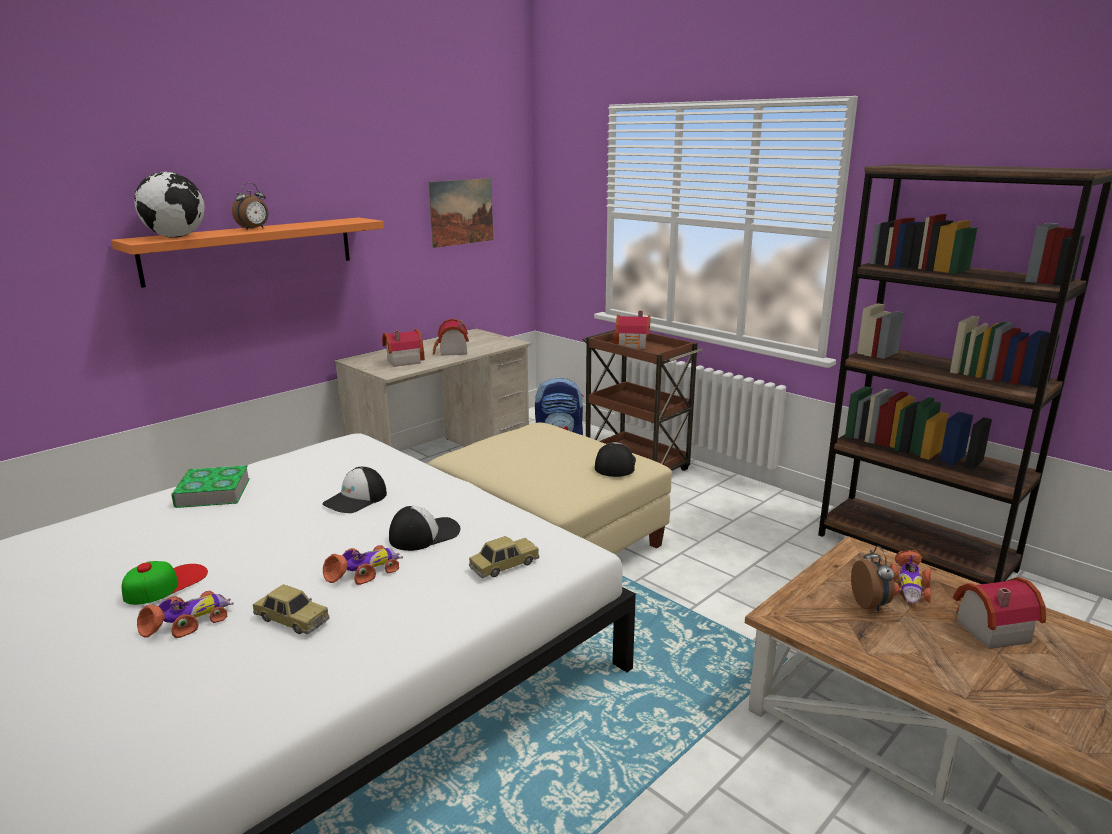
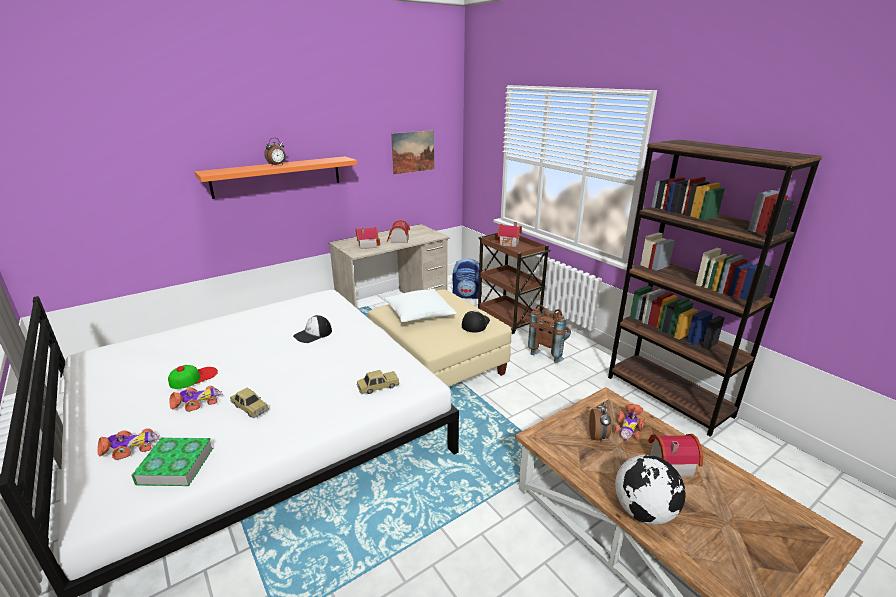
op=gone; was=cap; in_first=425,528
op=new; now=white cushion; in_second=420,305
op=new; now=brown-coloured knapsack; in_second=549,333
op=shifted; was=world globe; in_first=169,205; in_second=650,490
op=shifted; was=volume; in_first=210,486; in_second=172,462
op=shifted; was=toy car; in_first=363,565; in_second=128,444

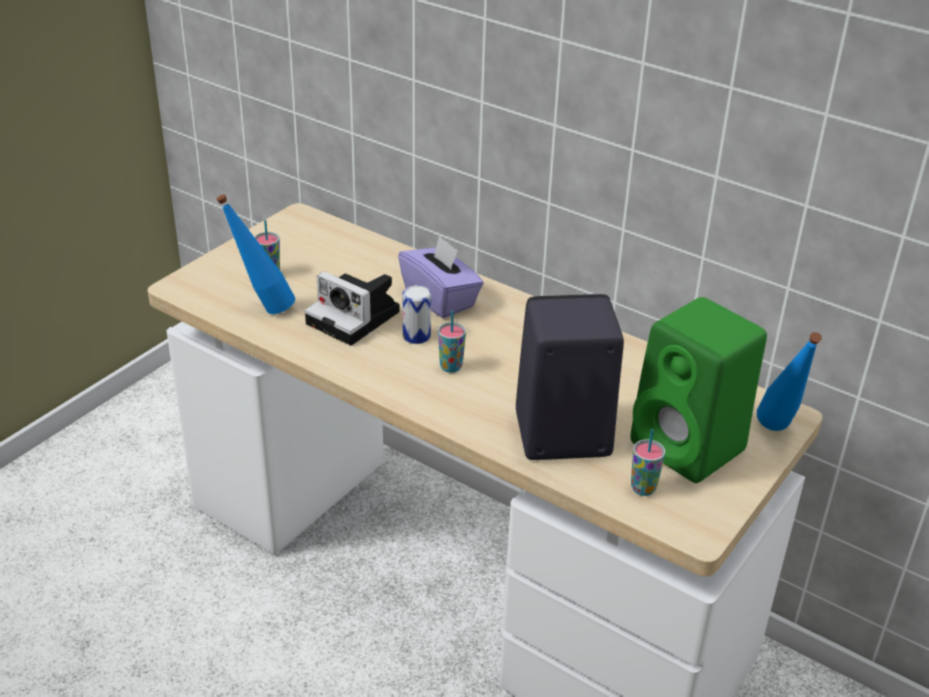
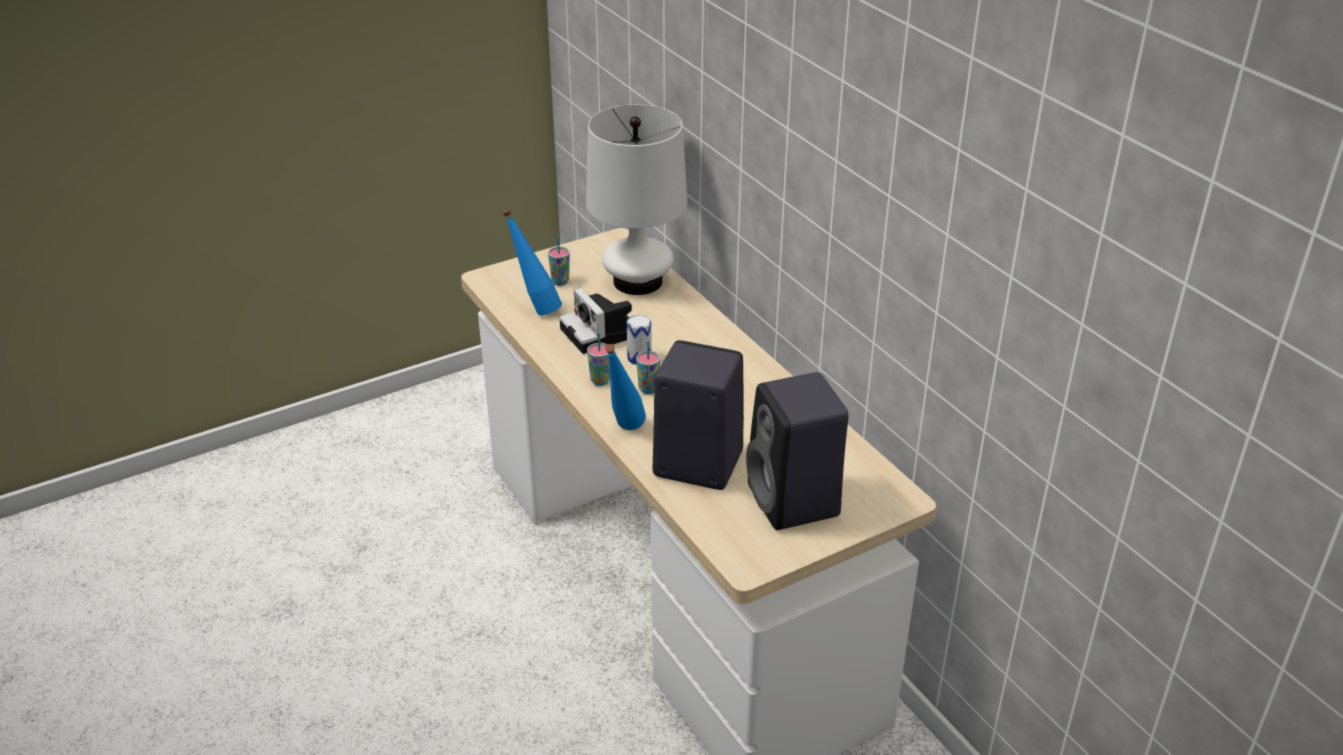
op=gone; was=purplish tissue box; in_first=441,276
op=new; now=white table lamp; in_second=636,200
op=shifted; was=cup; in_first=648,462; in_second=598,359
op=shifted; was=blue-coloured beverage bottle; in_first=789,381; in_second=625,387
op=repainted; was=greenish loudspeaker; now=black loudspeaker; in_first=698,390; in_second=797,451

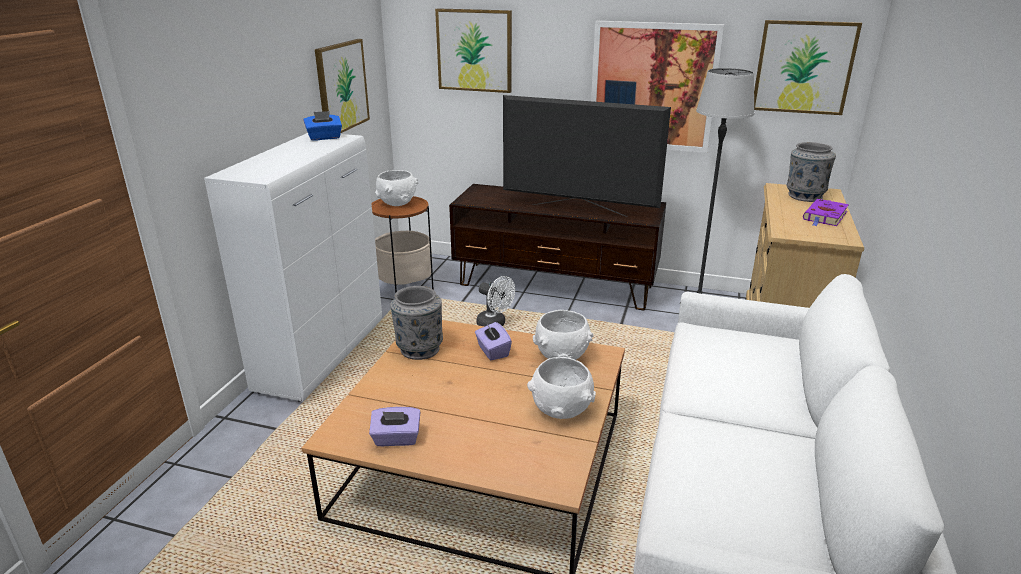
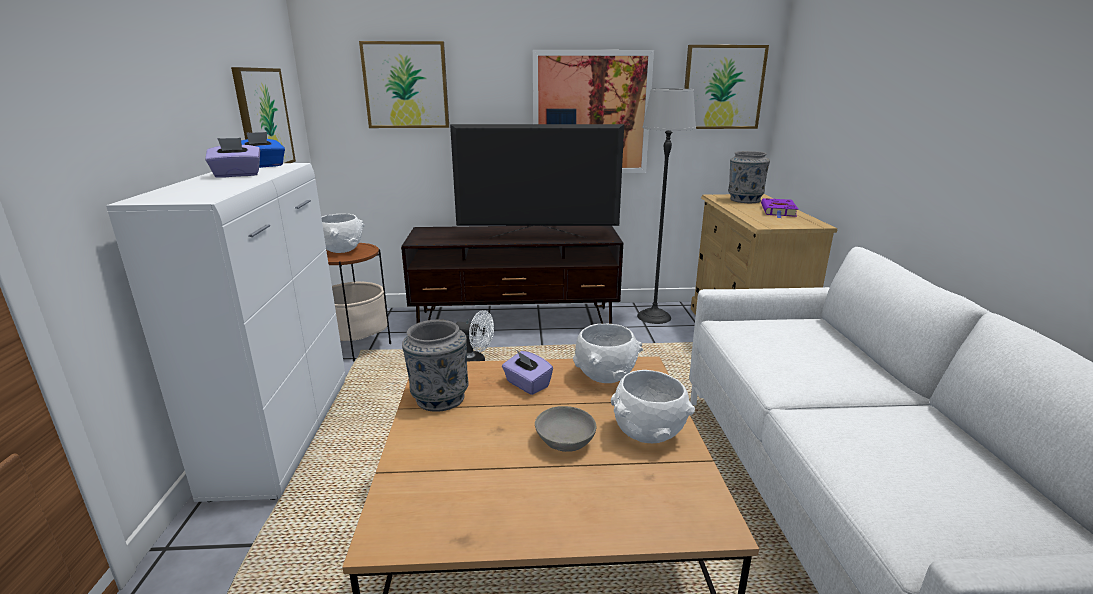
op=new; now=greyish serving bowl; in_second=565,429
op=shifted; was=purplish tissue box; in_first=394,426; in_second=232,158

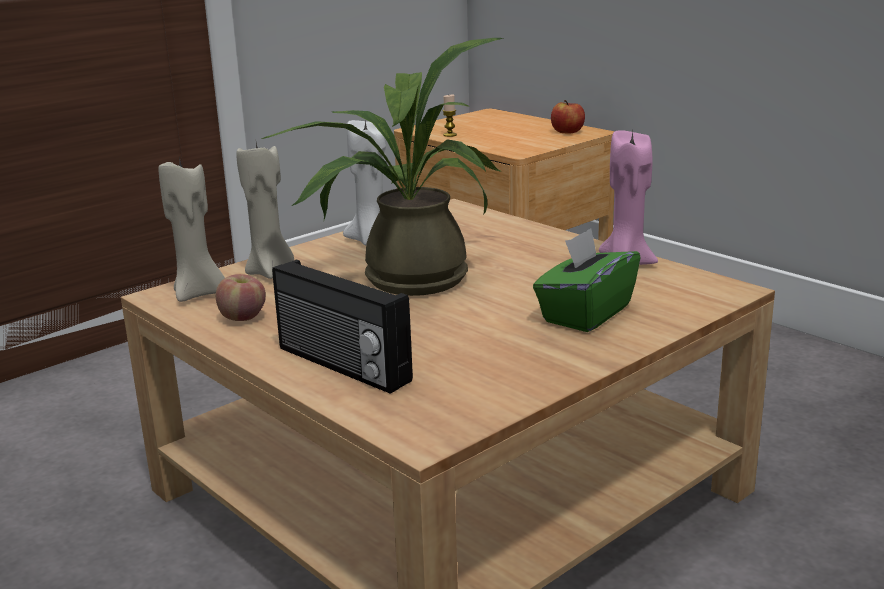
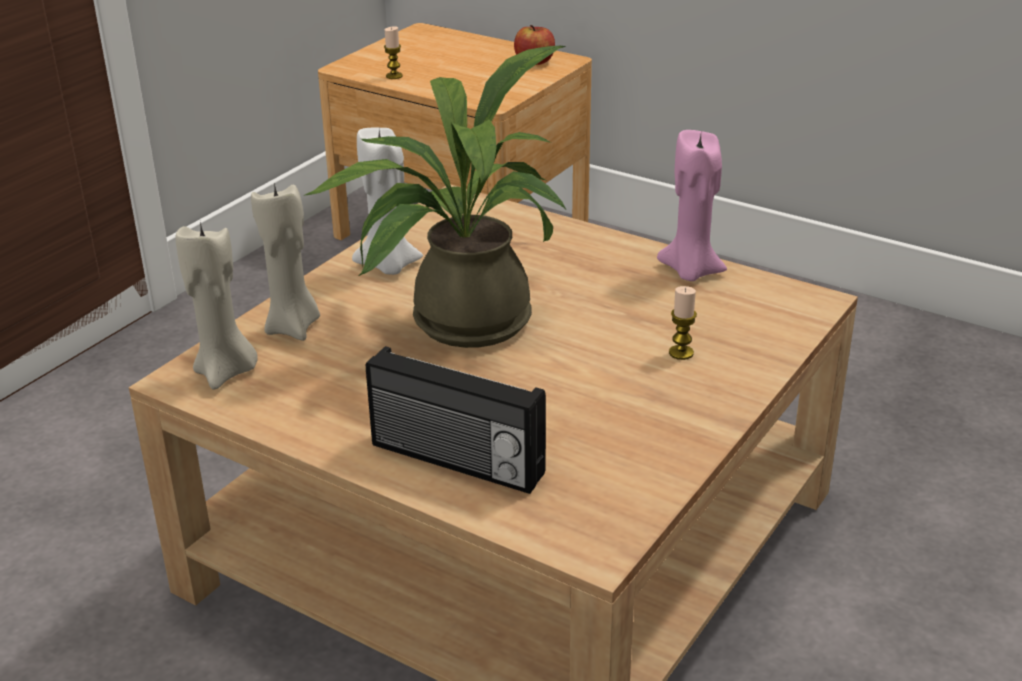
op=gone; was=apple; in_first=241,297
op=swapped; was=greenish tissue box; now=wax light; in_first=587,280; in_second=683,323

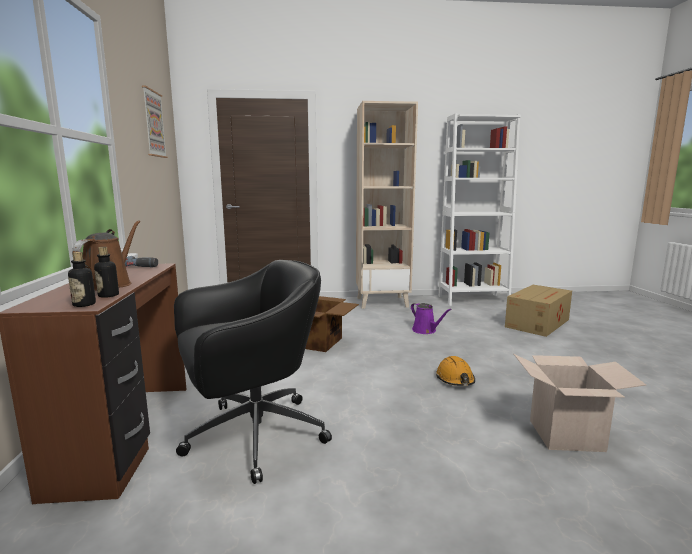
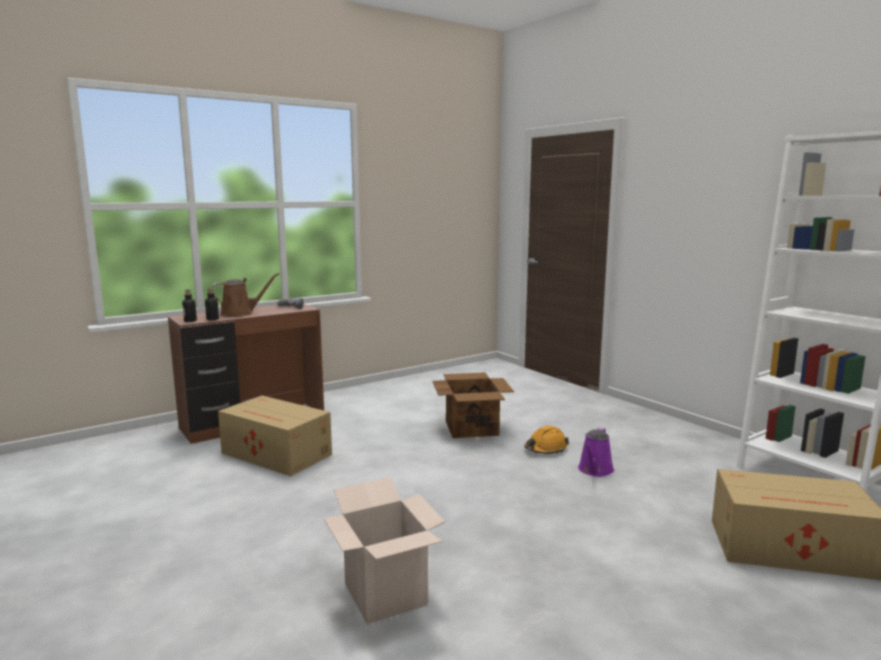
op=gone; was=wall picture; in_first=155,121
op=gone; was=beige shelving unit; in_first=387,205
op=shifted; was=orangey hard hat; in_first=455,371; in_second=546,440
op=swapped; was=black desk chair; now=cardboard box; in_first=253,372; in_second=275,436

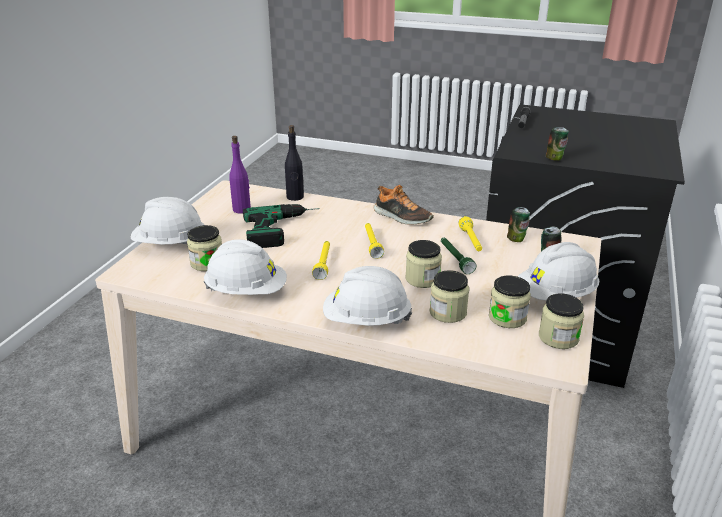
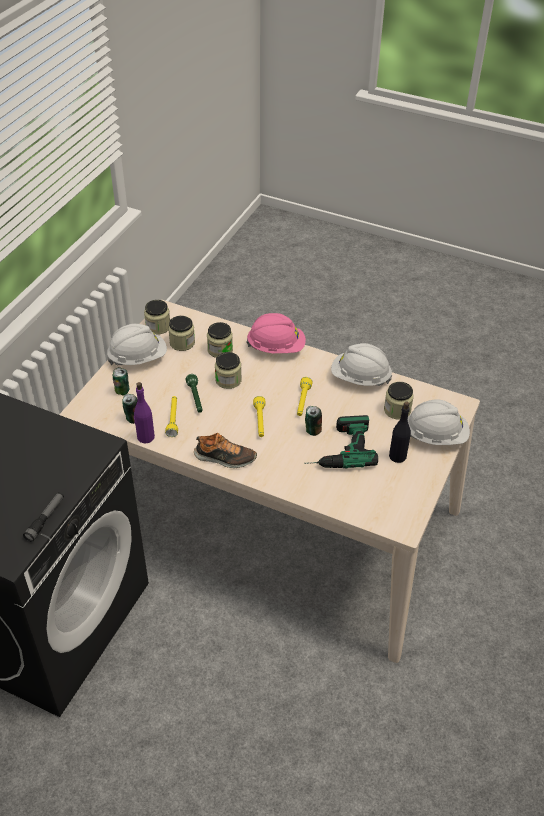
op=shifted; was=purplish beverage bottle; in_first=240,175; in_second=144,412
op=shifted; was=black beverage bottle; in_first=294,163; in_second=400,432
op=shifted; was=can; in_first=557,144; in_second=313,421
op=repainted; was=white hard hat; now=pink-coloured hard hat; in_first=367,296; in_second=276,333
op=rotated; was=low shoe; in_first=404,205; in_second=225,450; clockwise=150

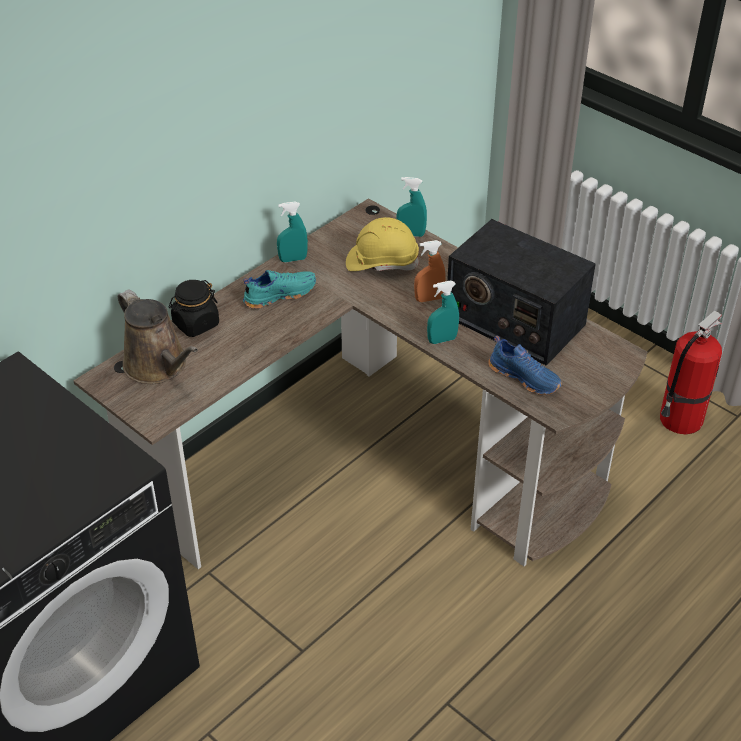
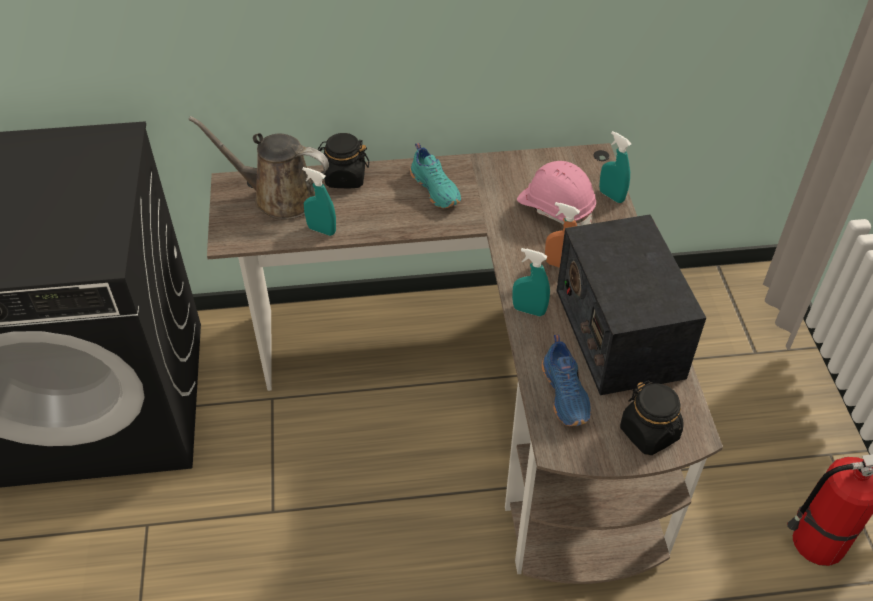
op=new; now=black preserve jar; in_second=652,417
op=shifted; was=blue-green spray bottle; in_first=292,232; in_second=319,201
op=repainted; was=yellow-coloured hard hat; now=pink-coloured hard hat; in_first=382,244; in_second=556,193
op=rotated; was=brown-coloured sprinkling can; in_first=158,336; in_second=258,168; clockwise=105
op=rotated; was=blue-green low shoe; in_first=279,289; in_second=435,175; clockwise=45

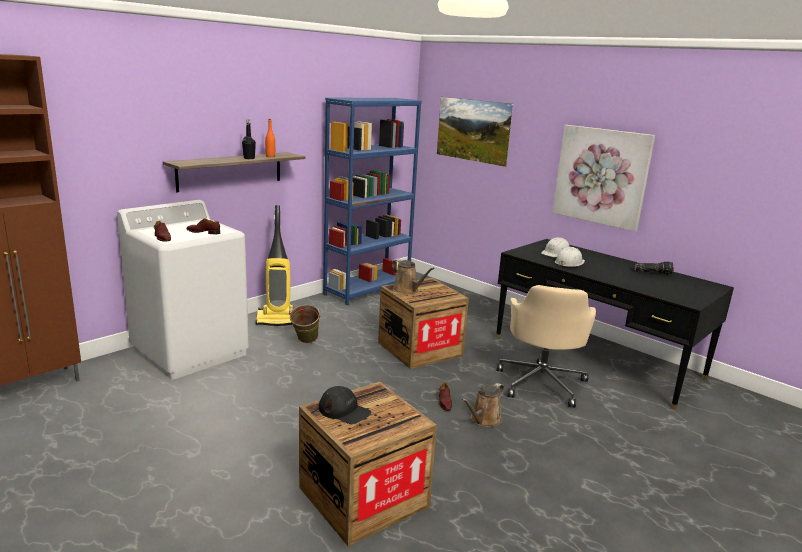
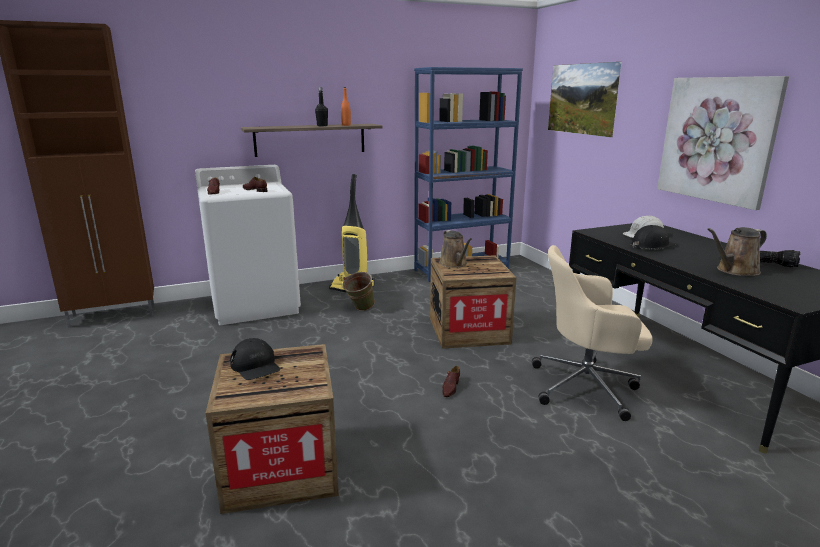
op=shifted; was=brown-coloured sprinkling can; in_first=483,405; in_second=737,251
op=repainted; was=white hard hat; now=black hard hat; in_first=570,257; in_second=653,237
op=rotated; was=beige desk chair; in_first=546,346; in_second=592,333; clockwise=60

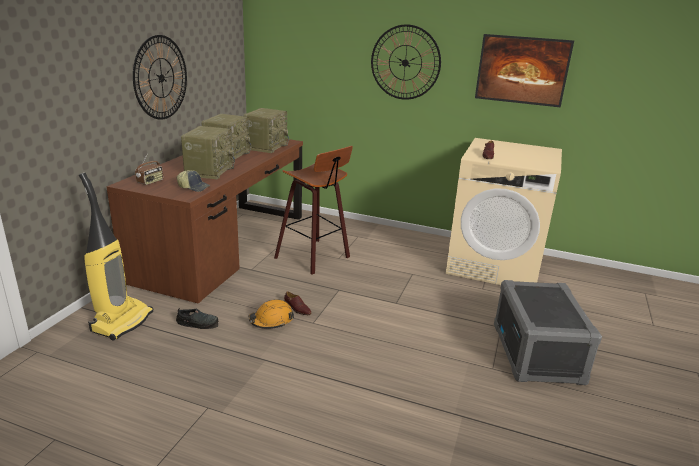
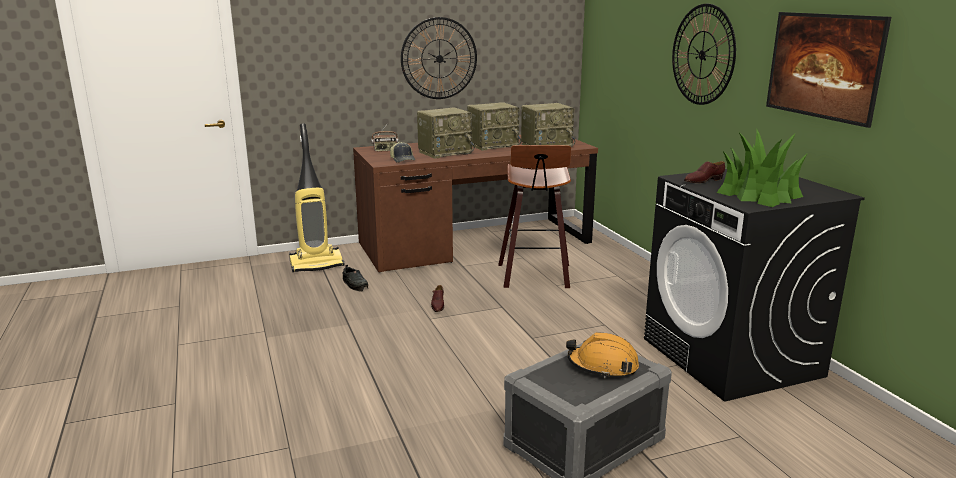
op=new; now=potted plant; in_second=762,168
op=shifted; was=orangey hard hat; in_first=271,314; in_second=602,355
op=repainted; was=beige laundry appliance; now=black laundry appliance; in_first=504,211; in_second=754,285

